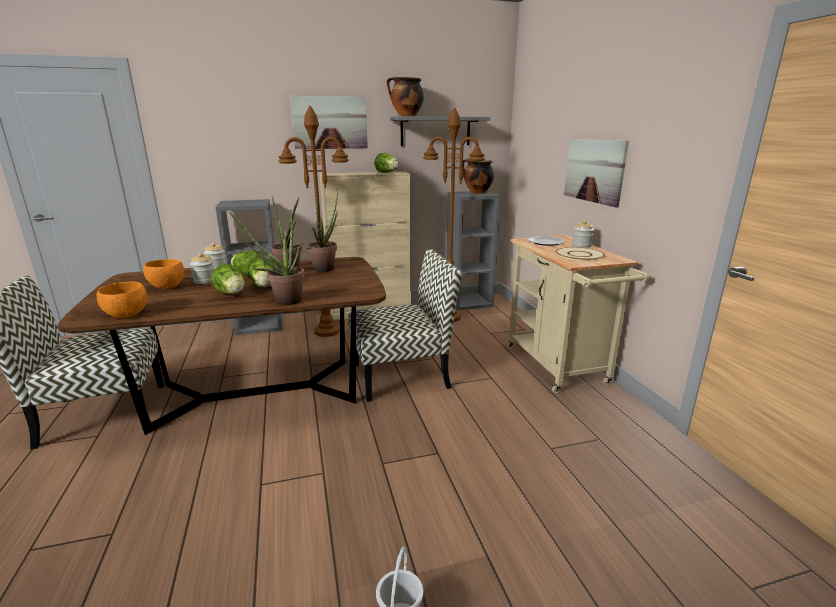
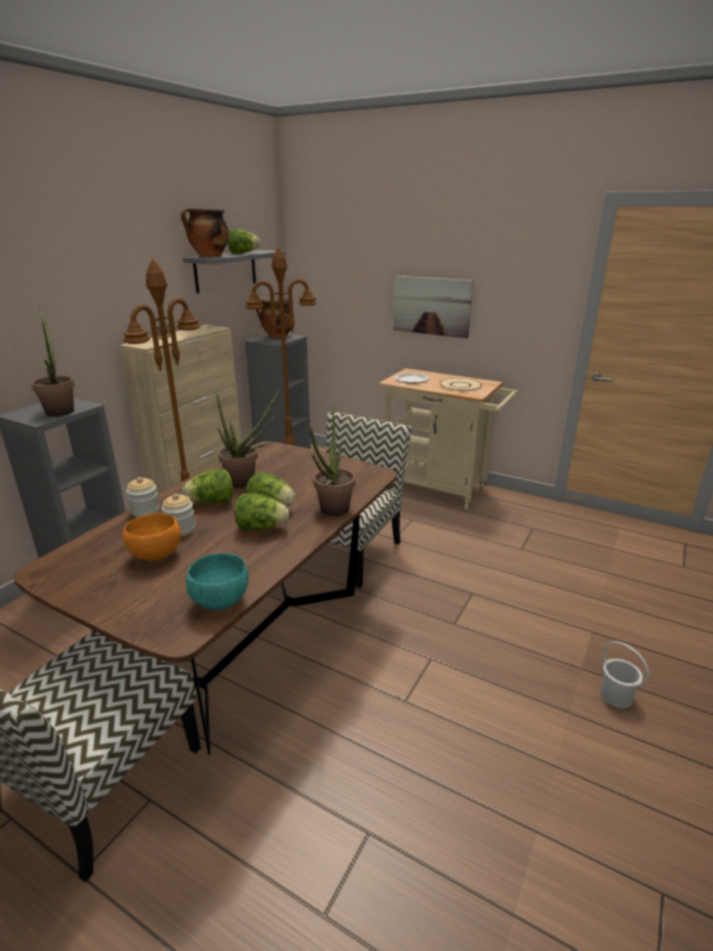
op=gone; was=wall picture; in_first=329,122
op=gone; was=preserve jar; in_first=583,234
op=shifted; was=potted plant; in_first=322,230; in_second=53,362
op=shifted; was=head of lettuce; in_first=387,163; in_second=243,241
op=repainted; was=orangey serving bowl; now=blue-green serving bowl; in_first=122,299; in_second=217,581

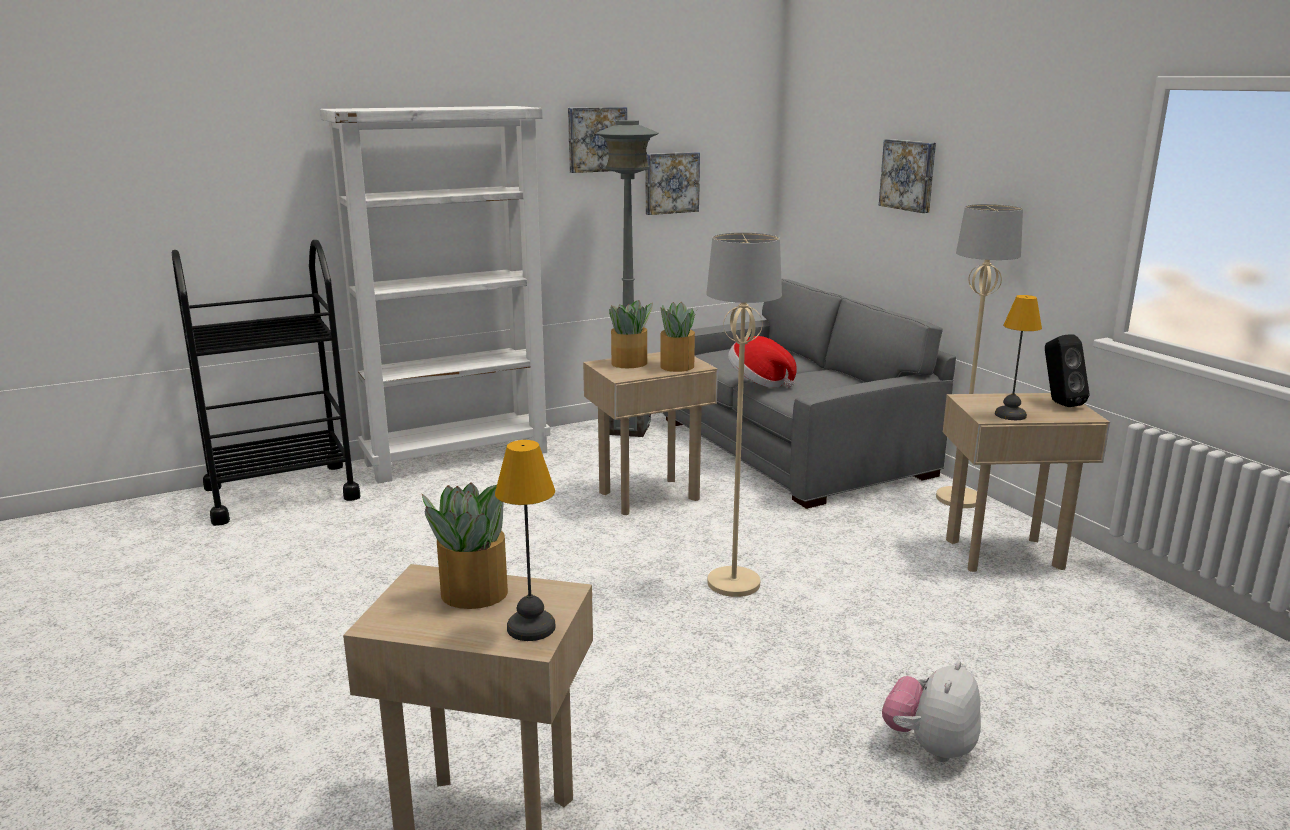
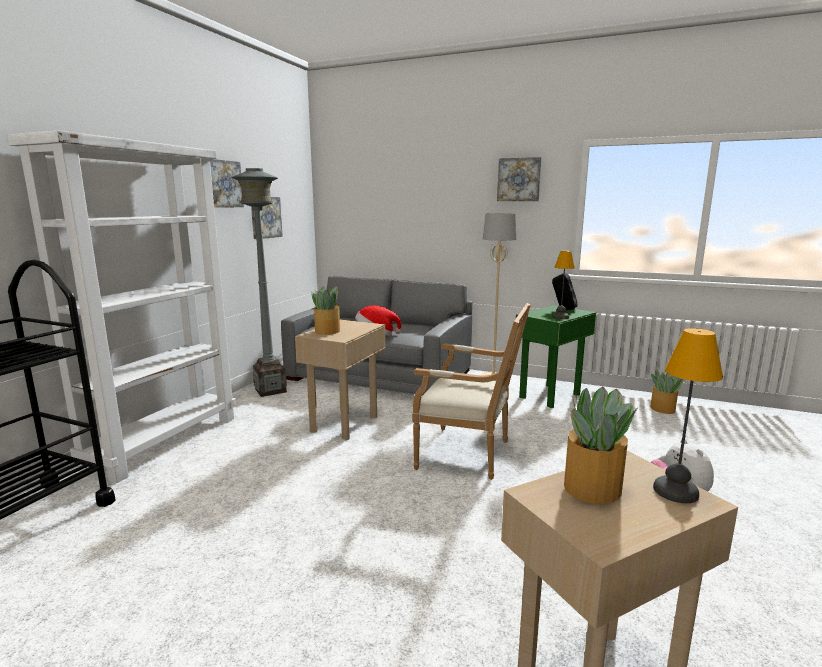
op=shifted; was=potted plant; in_first=678,337; in_second=667,391
op=shifted; was=wall picture; in_first=907,176; in_second=519,179
op=swapped; was=beige standing lamp; now=armchair; in_first=744,414; in_second=471,391
op=repainted; was=beige accent table; now=greenish accent table; in_first=1026,482; in_second=556,356

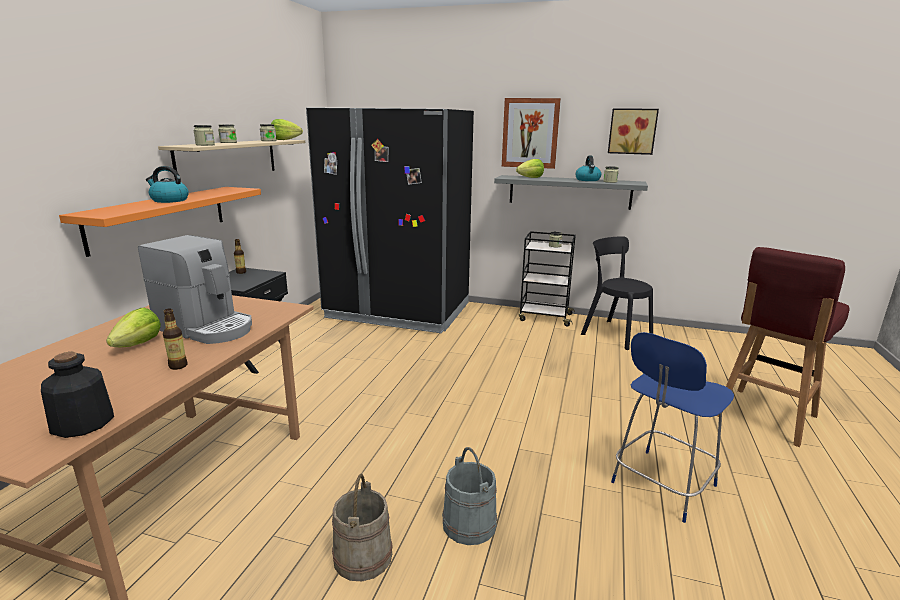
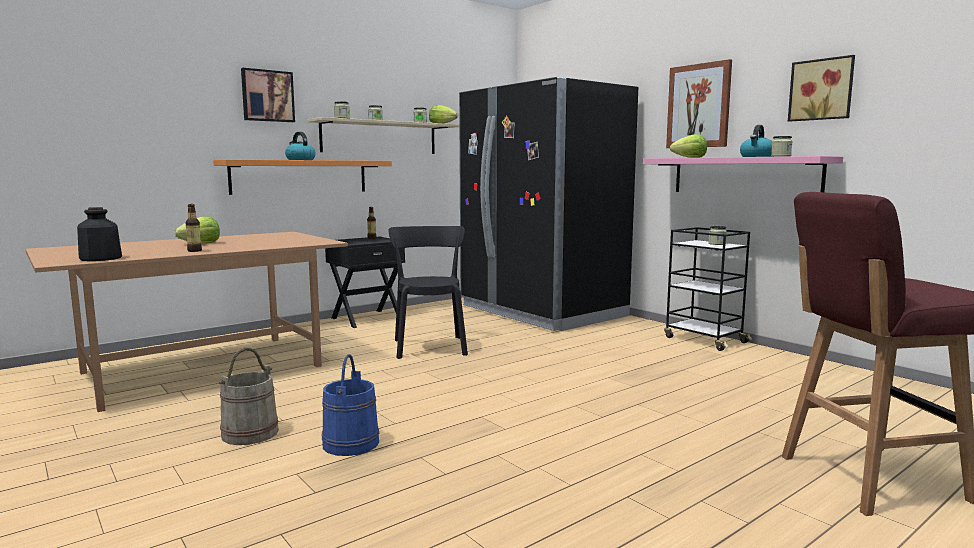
op=gone; was=coffee machine; in_first=195,289
op=gone; was=blue-coloured plain chair; in_first=672,427
op=new; now=wall picture; in_second=268,95
op=shifted; was=black plain chair; in_first=617,293; in_second=428,292
op=repainted; was=greyish pail; now=blue-coloured pail; in_first=469,496; in_second=350,405
op=repainted; was=greyish wall shelf; now=pink-coloured wall shelf; in_first=571,192; in_second=743,174

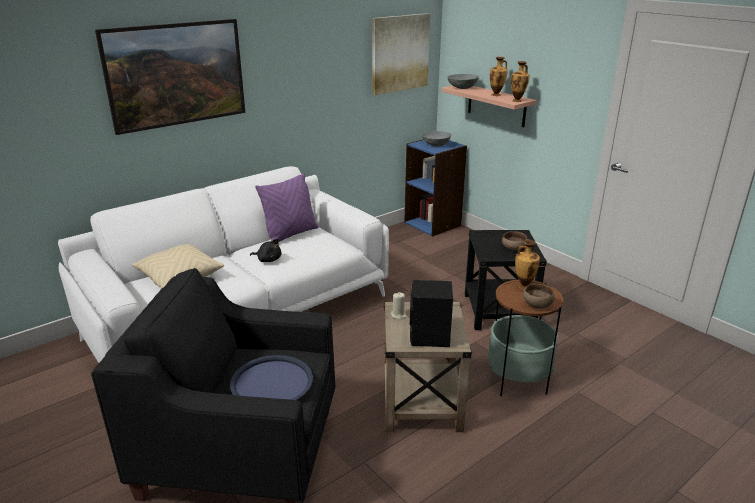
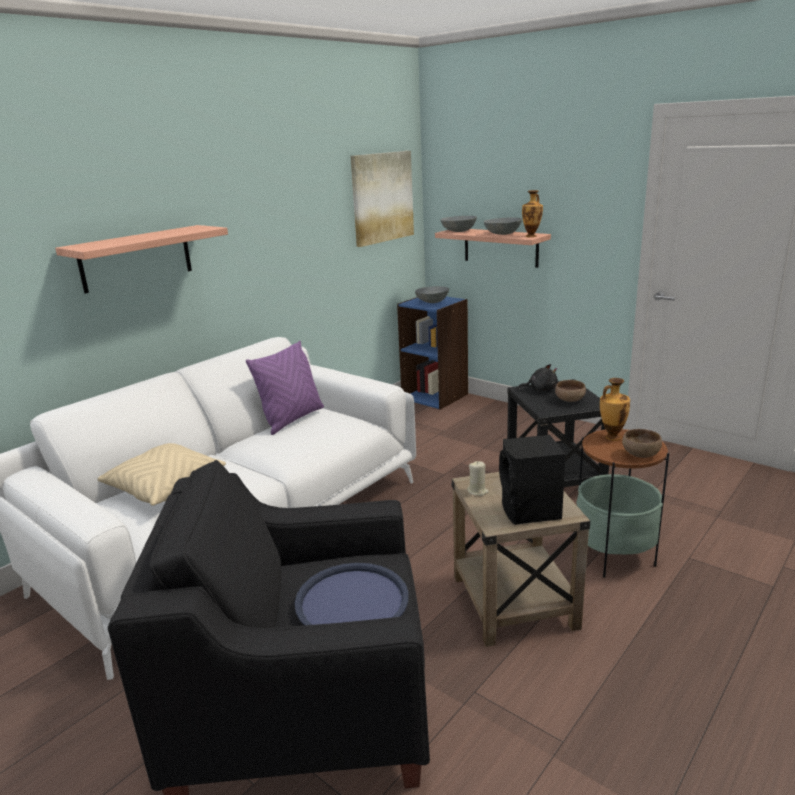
op=shifted; was=black cuddly toy; in_first=266,250; in_second=538,377
op=swapped; was=wall picture; now=wall shelf; in_first=170,77; in_second=141,259
op=swapped; was=vase; now=greyish serving bowl; in_first=499,76; in_second=503,226

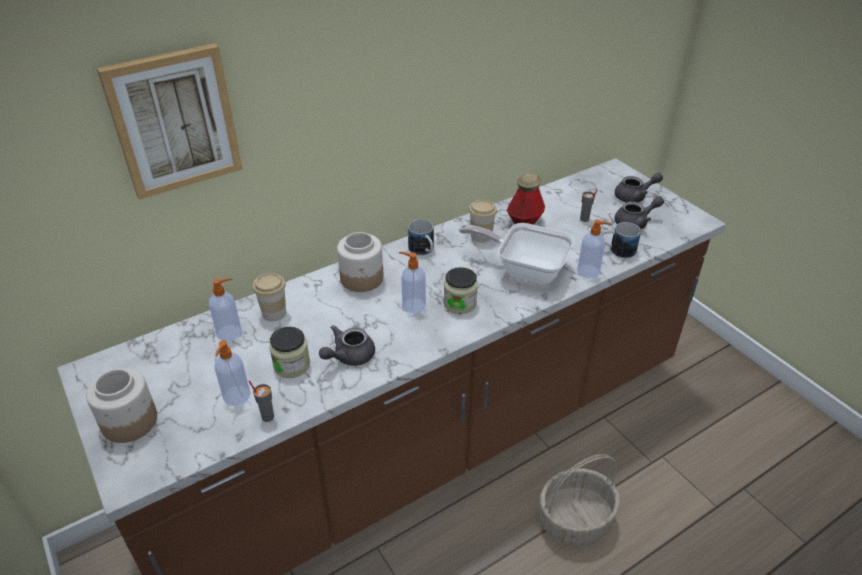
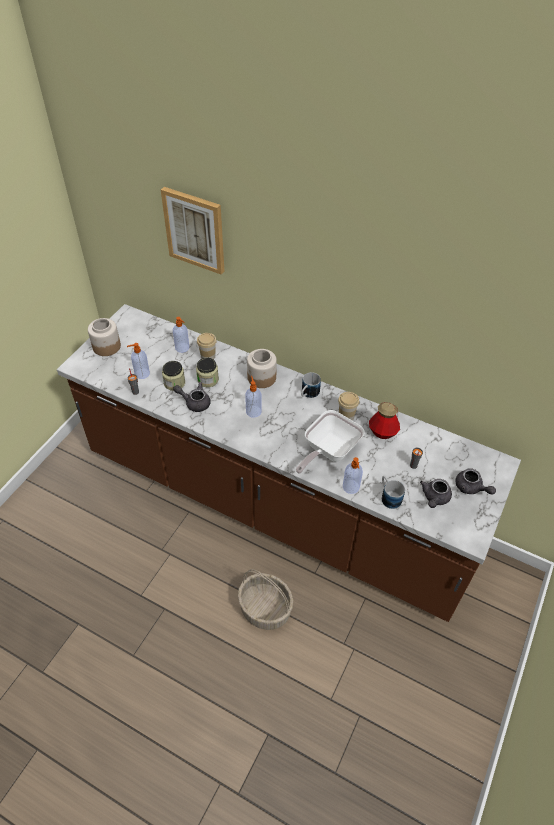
op=shifted; was=preserve jar; in_first=461,290; in_second=207,372
op=rotated; was=pan; in_first=516,253; in_second=330,442; clockwise=-135
op=rotated; was=greyish pot for tea; in_first=639,212; in_second=436,493; clockwise=75

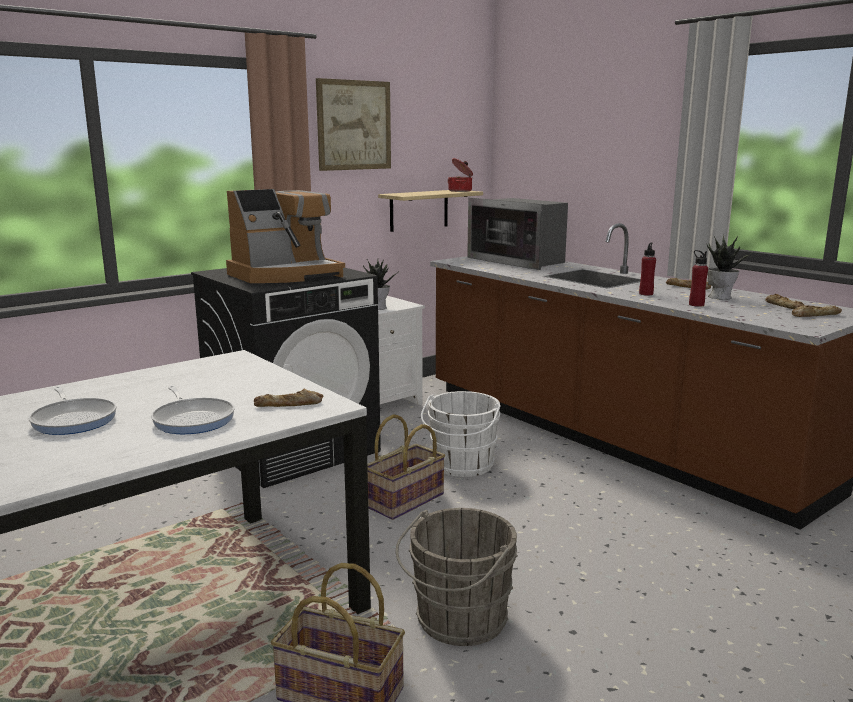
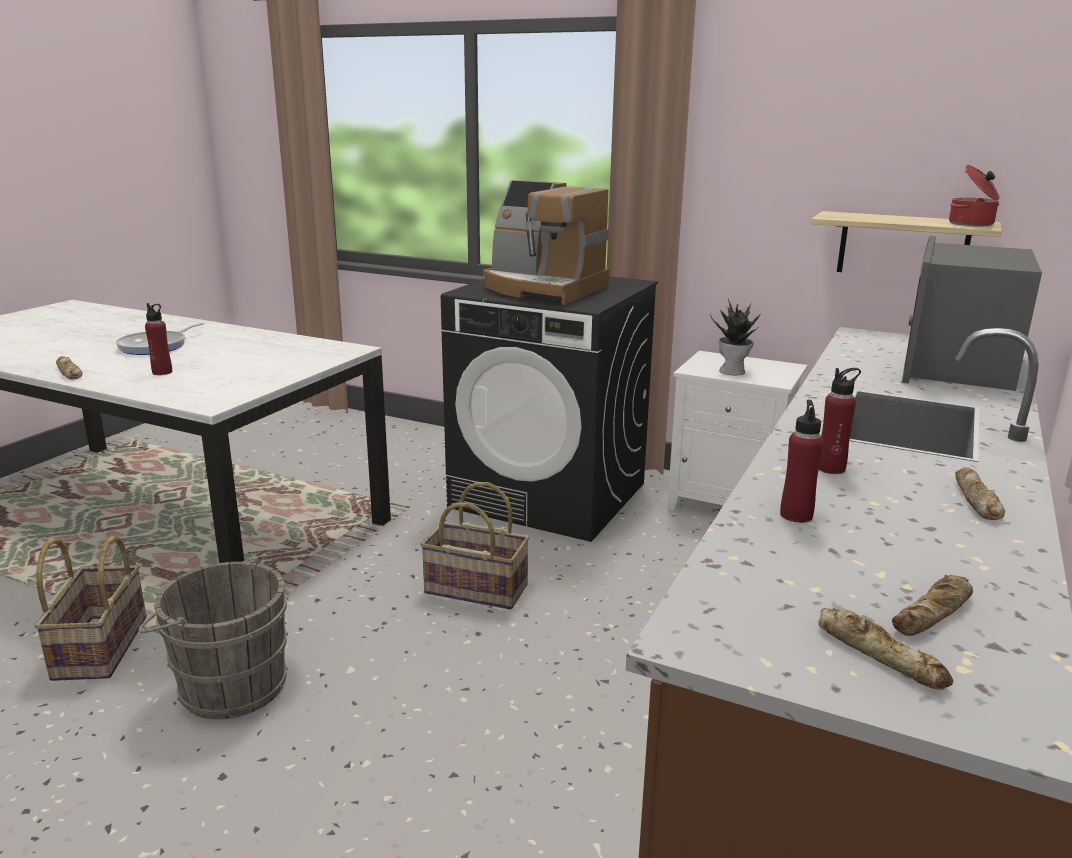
op=gone; was=wall picture; in_first=353,124
op=gone; was=white pail; in_first=461,434
op=gone; was=potted plant; in_first=729,267
op=shifted; was=baked bread; in_first=288,397; in_second=69,368
op=swapped; was=pan; now=red beverage bottle; in_first=193,410; in_second=158,339

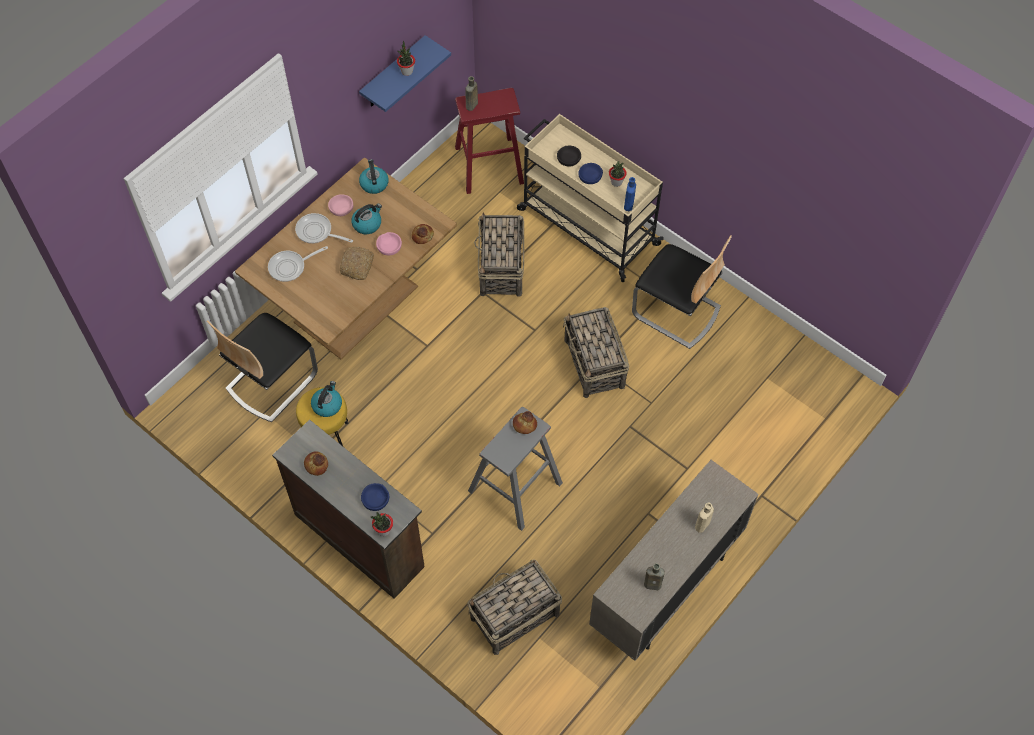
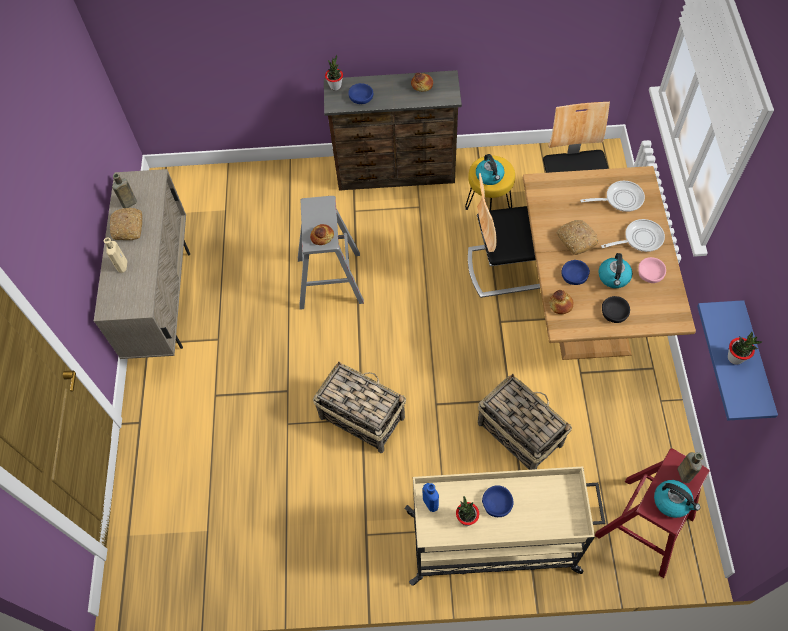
op=gone; was=basket; in_first=514,607
op=new; now=baked bread; in_second=126,224
op=shifted; was=water kettle; in_first=374,176; in_second=677,499
op=shifted; was=black serving bowl; in_first=569,156; in_second=616,309
op=shifted; was=plain chair; in_first=682,292; in_second=504,235
op=repainted; was=pink-coloured serving bowl; now=blue-coloured serving bowl; in_first=389,243; in_second=576,272
op=rotated; was=pan; in_first=298,264; in_second=612,196; clockwise=60

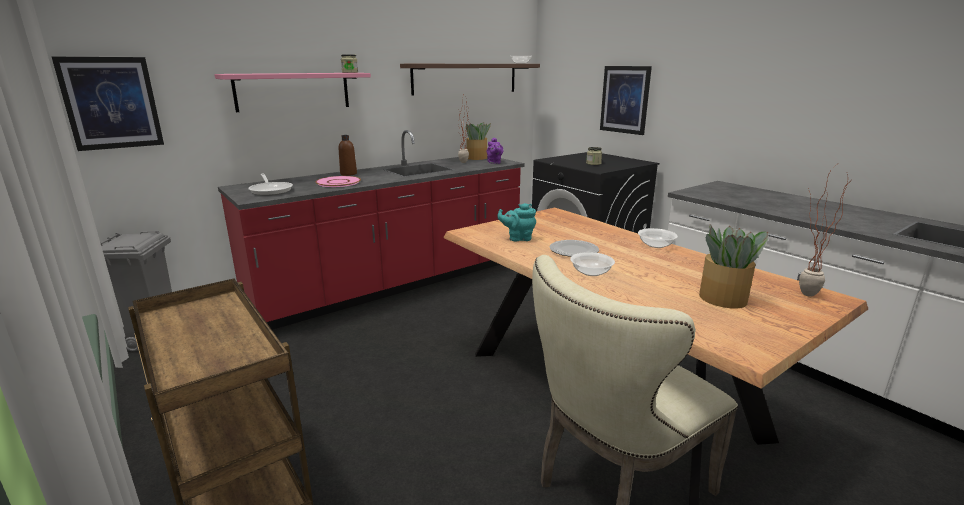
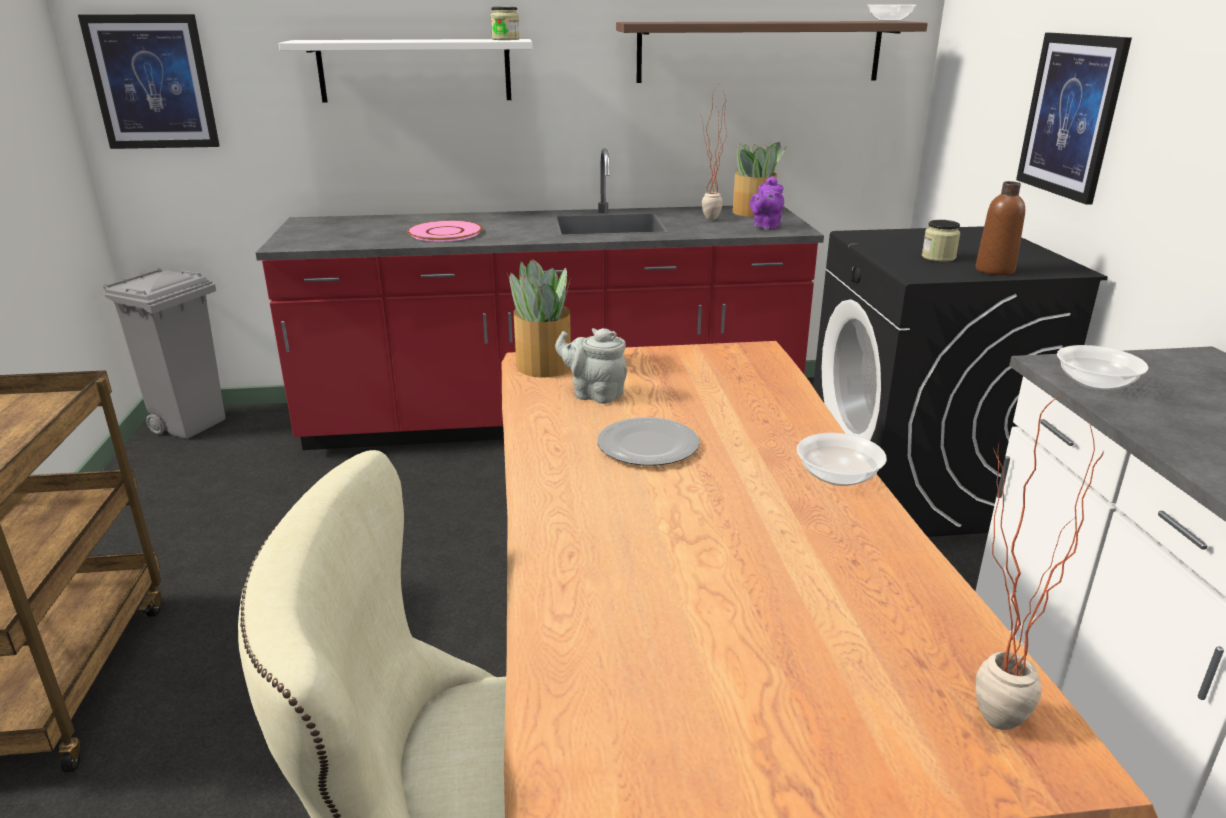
op=gone; was=pan; in_first=270,184
op=shifted; was=brown-coloured beverage bottle; in_first=348,155; in_second=1000,228
op=shifted; was=serving bowl; in_first=592,264; in_second=1102,368
op=shifted; was=potted plant; in_first=734,266; in_second=539,318
op=repainted; was=pink-coloured wall shelf; now=white wall shelf; in_first=292,92; in_second=405,71
op=repainted; was=blue-green pot for tea; now=greyish pot for tea; in_first=516,222; in_second=591,366

